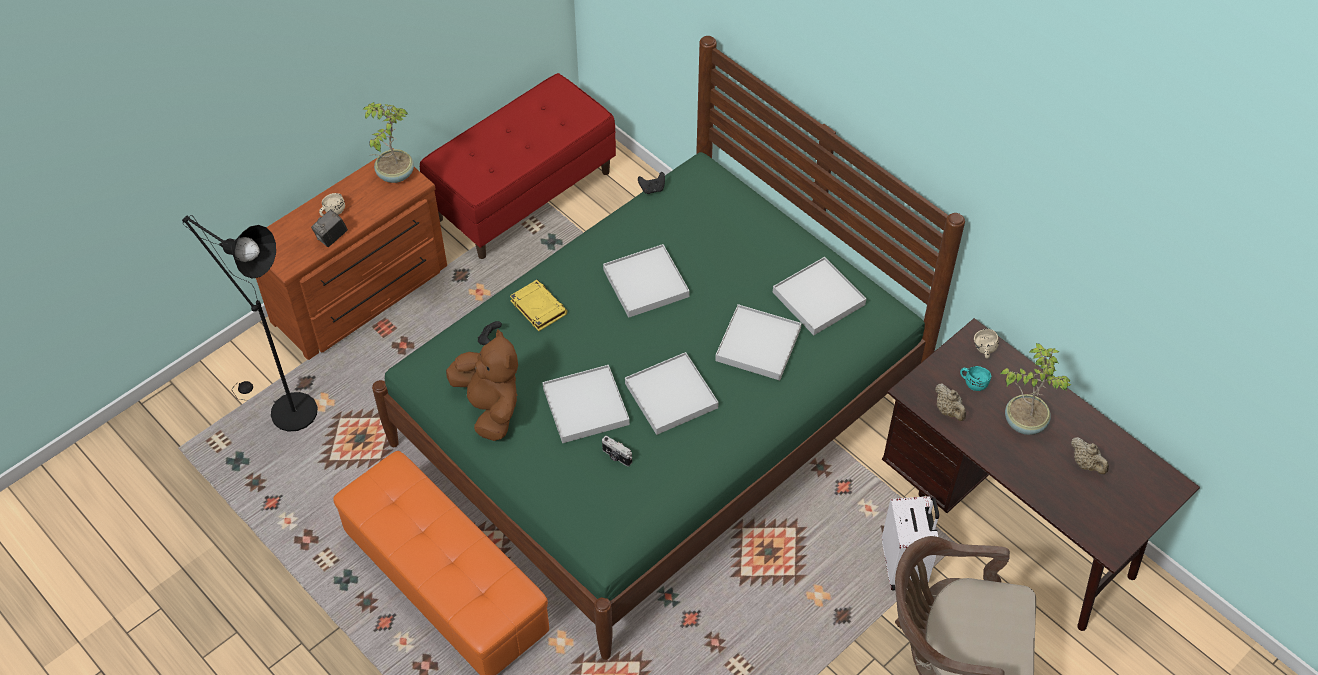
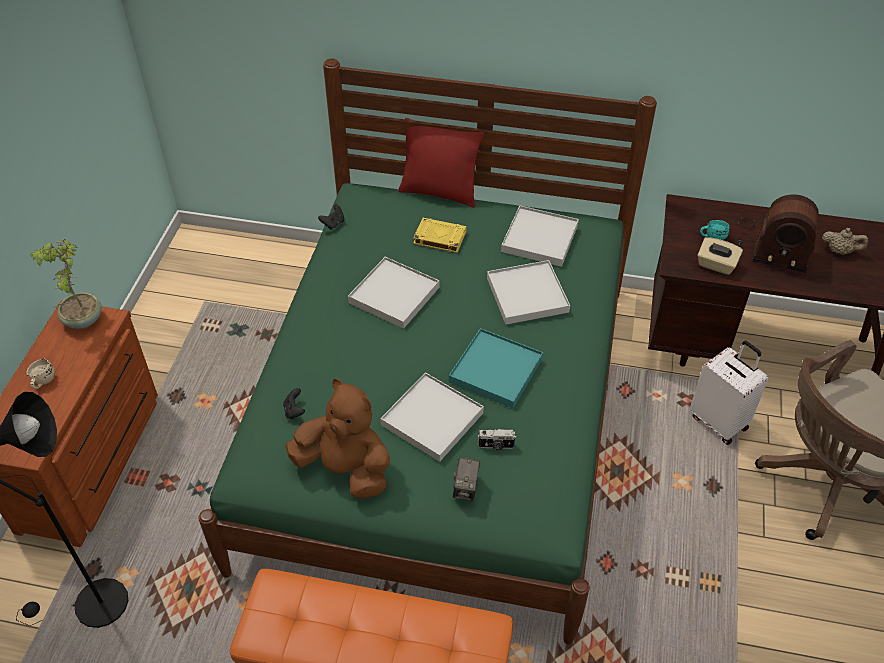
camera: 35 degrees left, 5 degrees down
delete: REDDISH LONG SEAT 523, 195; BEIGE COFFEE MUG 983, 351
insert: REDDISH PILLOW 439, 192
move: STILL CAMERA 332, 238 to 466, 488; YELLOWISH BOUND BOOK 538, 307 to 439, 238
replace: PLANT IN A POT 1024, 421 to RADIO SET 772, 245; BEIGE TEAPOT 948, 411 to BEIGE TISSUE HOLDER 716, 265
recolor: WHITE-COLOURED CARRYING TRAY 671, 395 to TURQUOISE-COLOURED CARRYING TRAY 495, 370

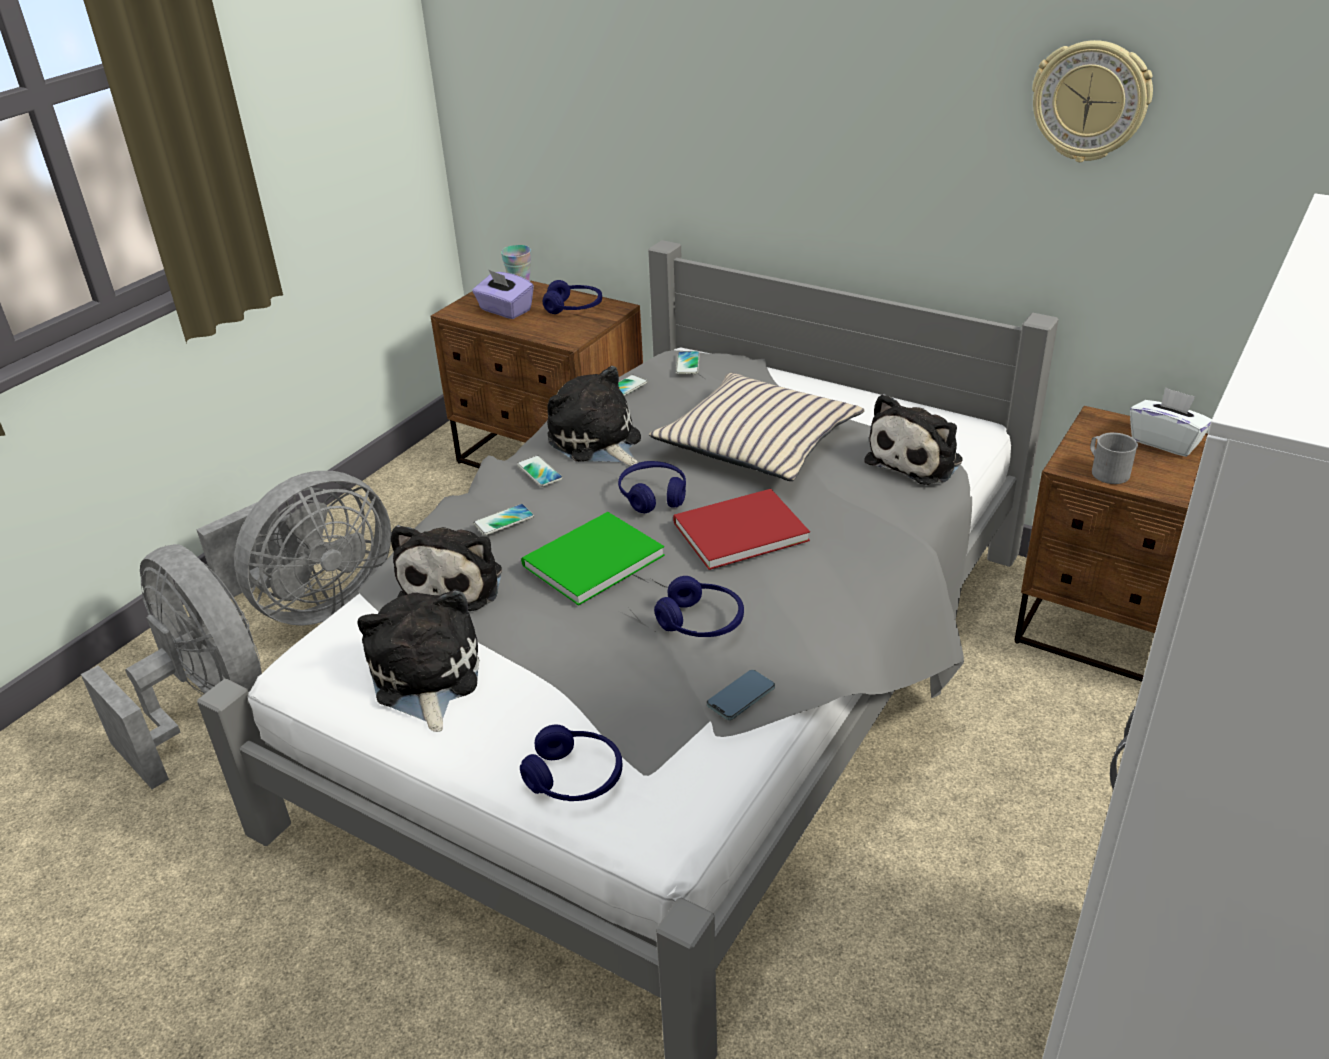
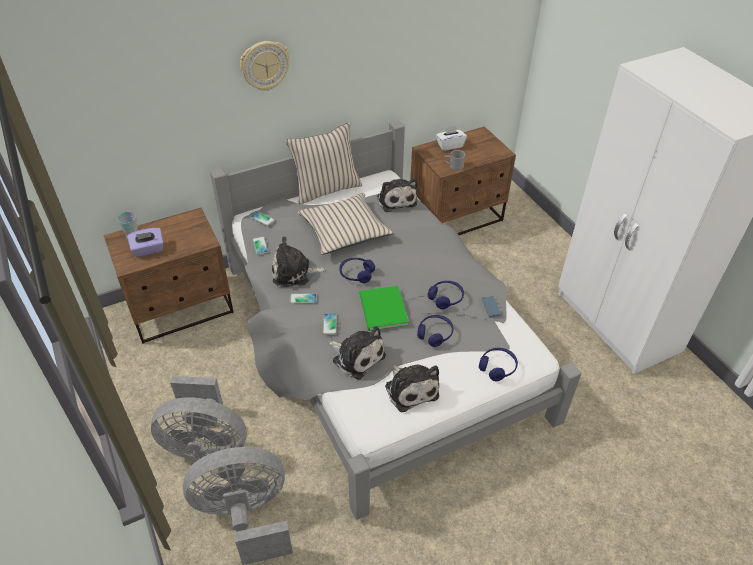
camera: 60 degrees left, 10 degrees up
delete: REDDISH BOUND BOOK 736, 531
insert: BEIGE PILLOW 326, 189
move: HANGING CLOCK 1090, 101 to 264, 65; BLUE HEADSET 574, 308 to 435, 334
rotate: GRAY FAN 315, 605 = 206, 444 105 degrees clockwise; PLUSH TOY 425, 678 = 410, 389 135 degrees counterclockwise

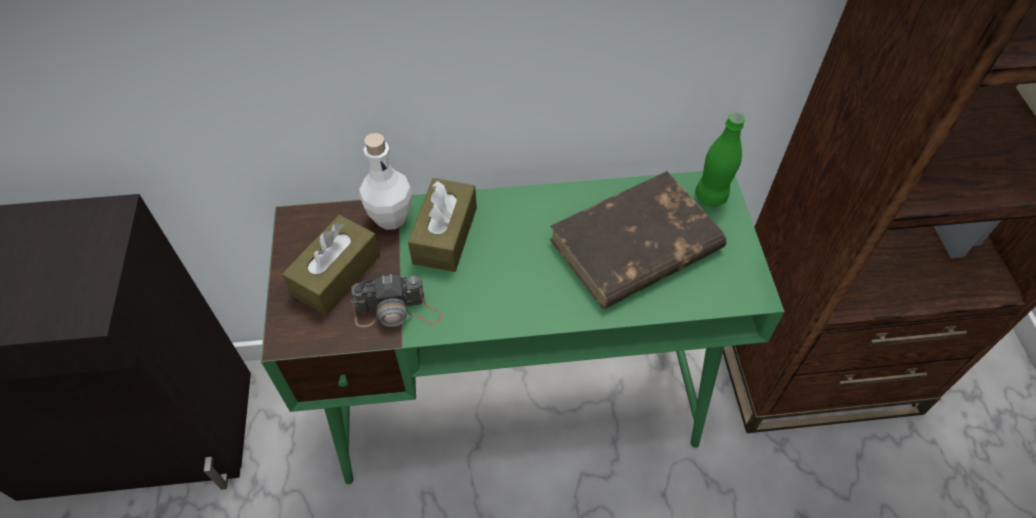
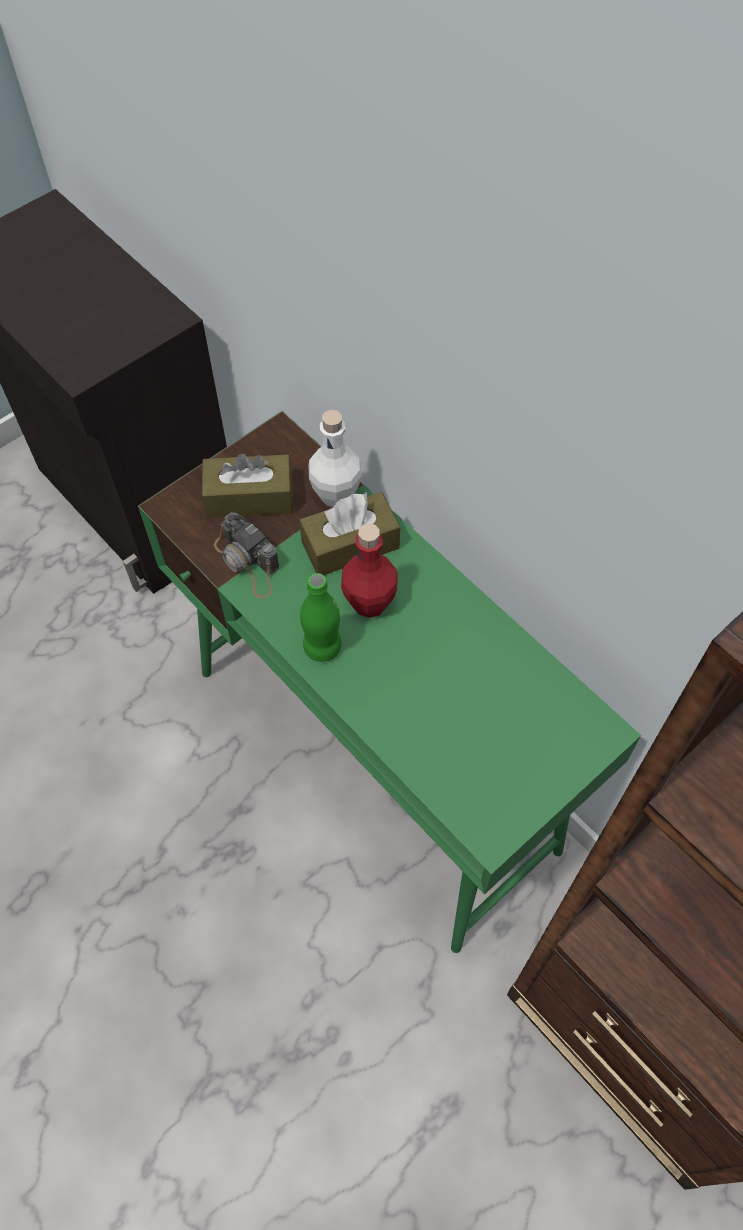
camera: 55 degrees right, 5 degrees up
delete: BROWN BOUND BOOK 634, 246
insert: REDDISH DRINK BOTTLE 369, 602
move: GREEN-COLOURED DRINK BOTTLE 711, 196 to 322, 647

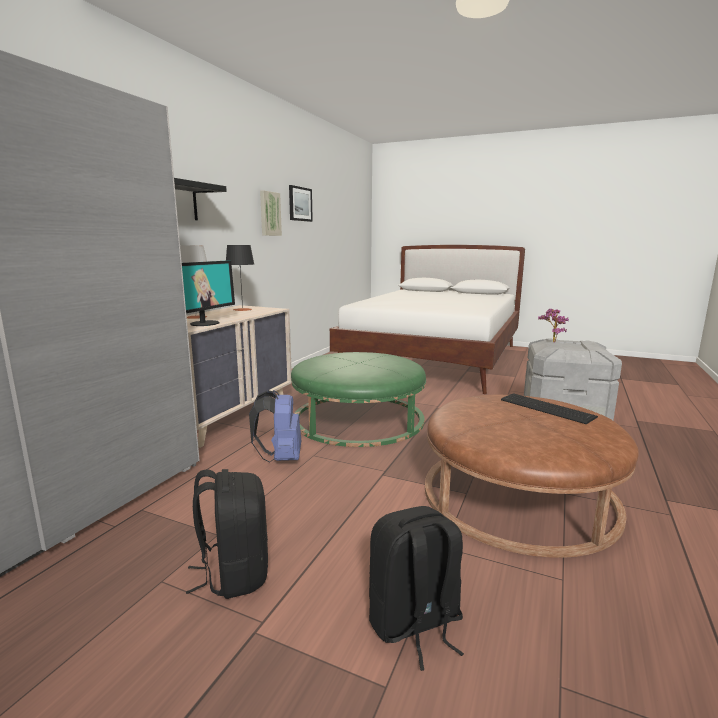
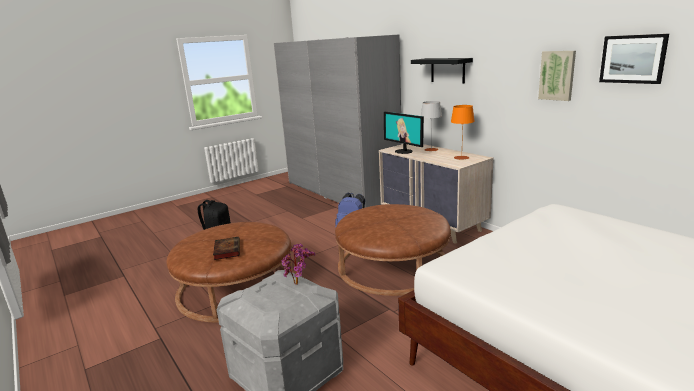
camera: 120 degrees right, 5 degrees up
delete: BLACK-COLOURED BACKPACK 234, 573
replace: KEYBOARD 547, 409 to BOUND BOOK 227, 250
recolor: BLACK-COLOURED LAMP FOR A TABLE 242, 309 to ORANGE-COLOURED LAMP FOR A TABLE 461, 157; GREEN-COLOURED OTTOMAN 358, 418 to BROWN OTTOMAN 393, 265

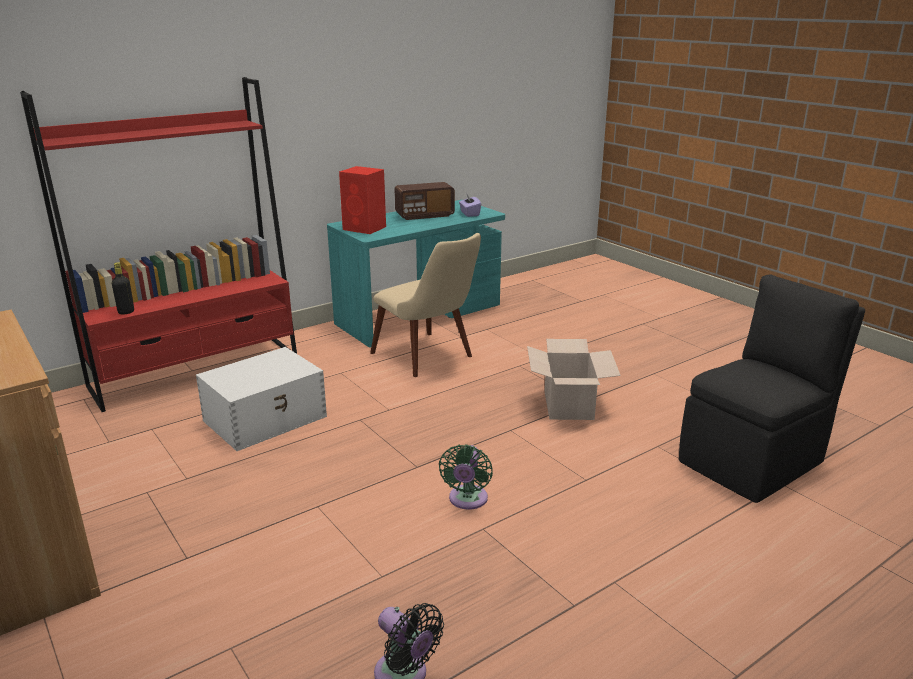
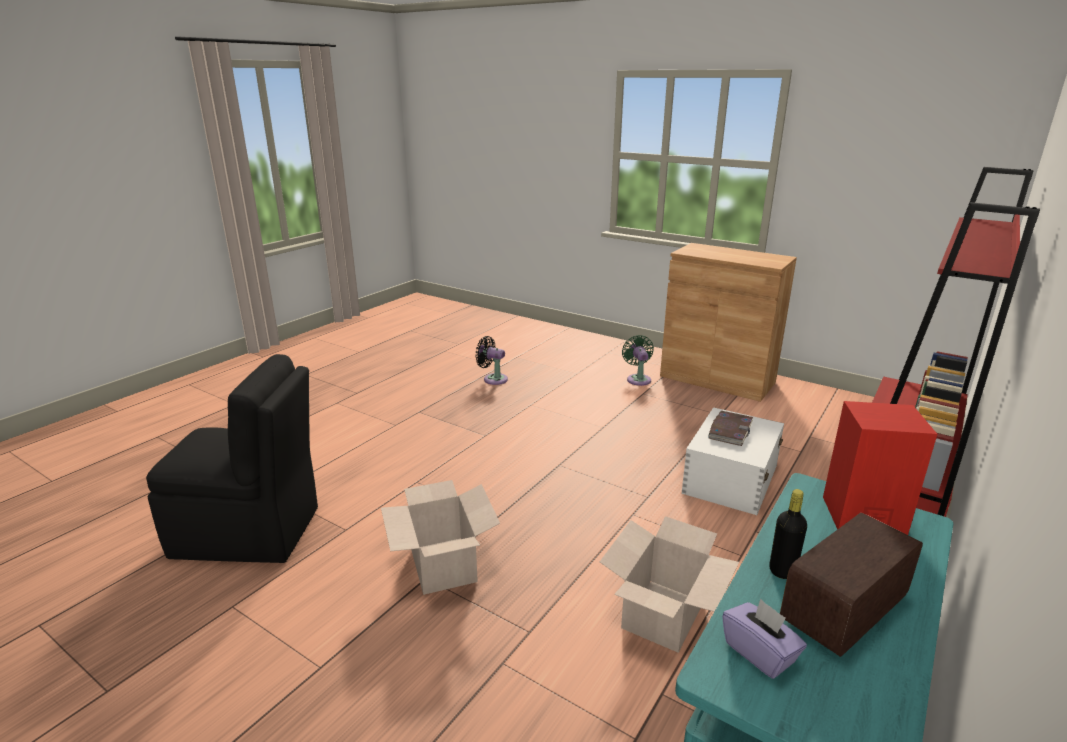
camera: 160 degrees right, 0 degrees up
insert: BOUND BOOK 730, 430
move: BLACK-COLOURED DRINK BOTTLE 126, 312 to 782, 570; GREEN-COLOURED FAN 467, 500 to 638, 379
replace: BEIGE PLAIN CHAIR 430, 358 to CARTON 662, 614
rotate: BLACK-COLOURED PLAIN CHAIR 753, 461 = 250, 532 120 degrees counterclockwise

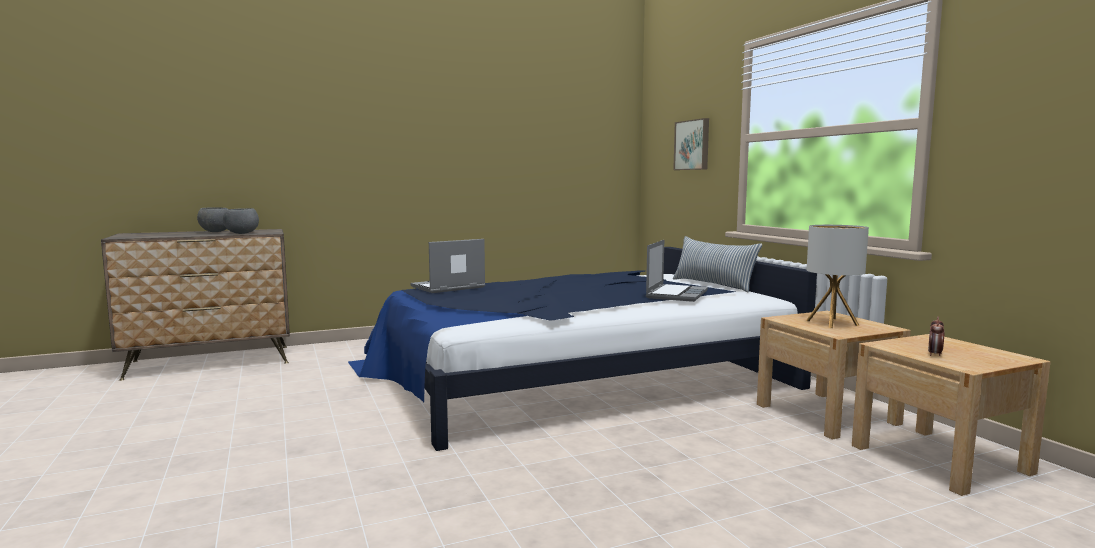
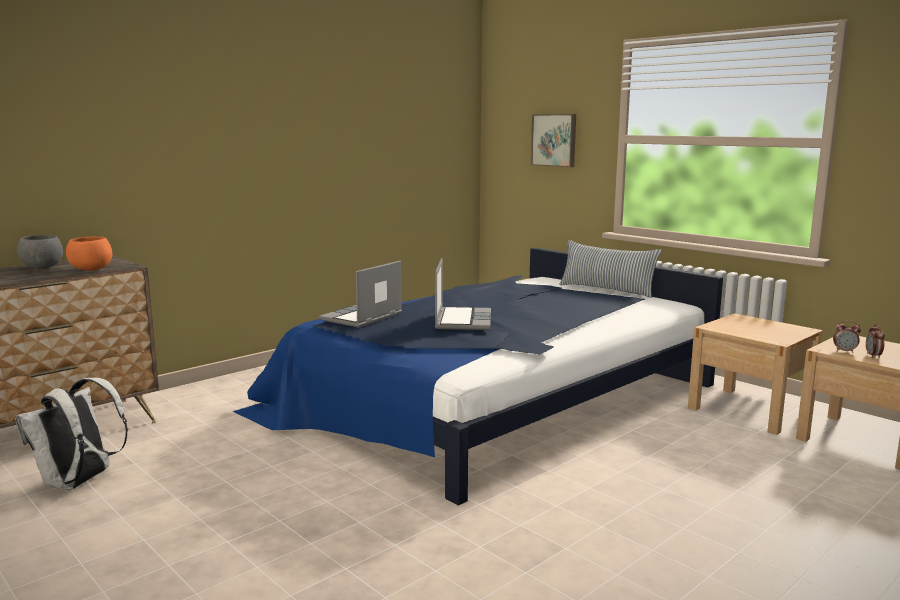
camera: 20 degrees left, 5 degrees up
delete: LAMP FOR A TABLE 832, 323
insert: BEDSIDE CLOCK 844, 351; WHITE-COLOURED BACKPACK 78, 483
move: LAPTOP 676, 294 to 462, 320
recolor: GRAY DEEP DISH 242, 233 to ORANGE-COLOURED DEEP DISH 91, 270

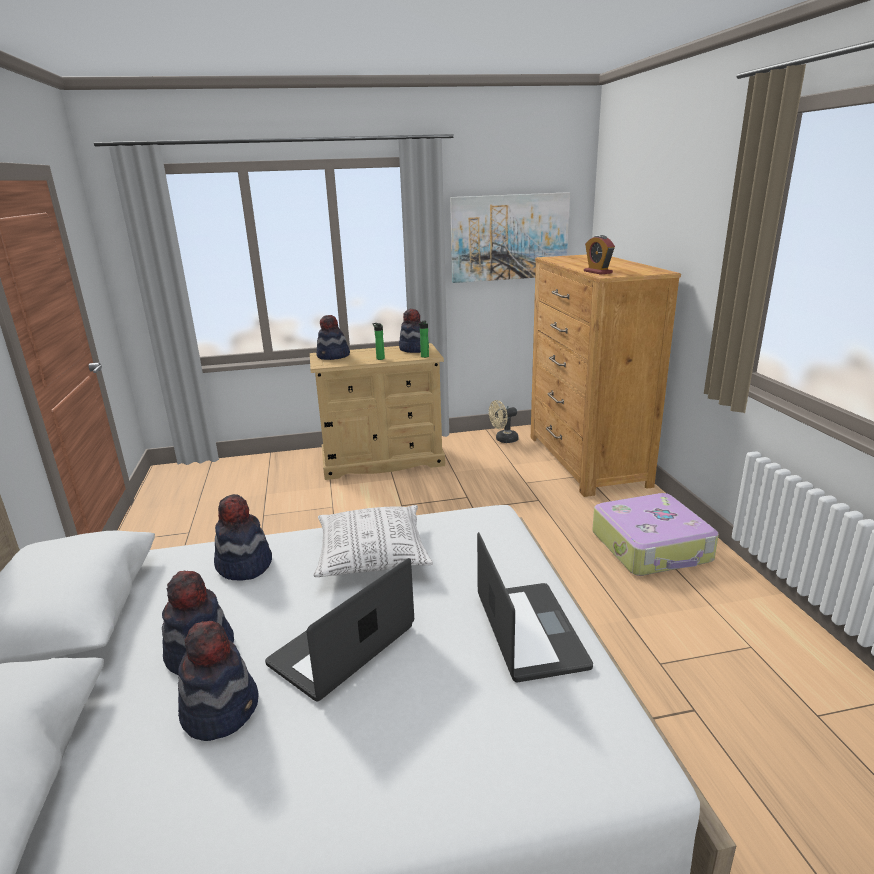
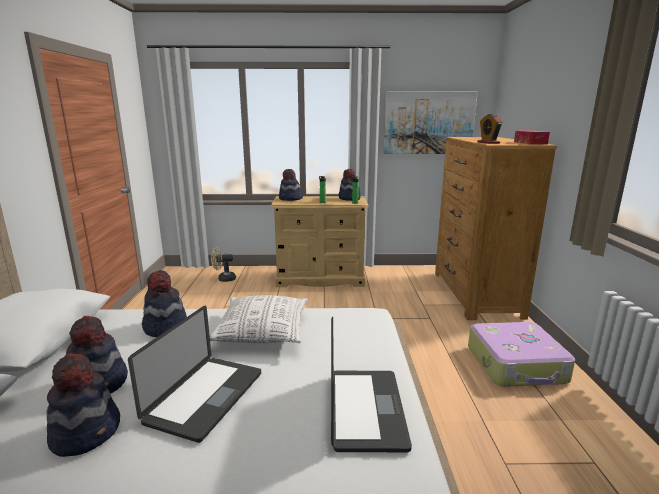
camera: 10 degrees right, 5 degrees down
insert: TISSUE HOLDER 530, 143
move: BEIGE FAN 503, 440 to 224, 279
rotate: LAPTOP 342, 646 = 206, 397 150 degrees clockwise

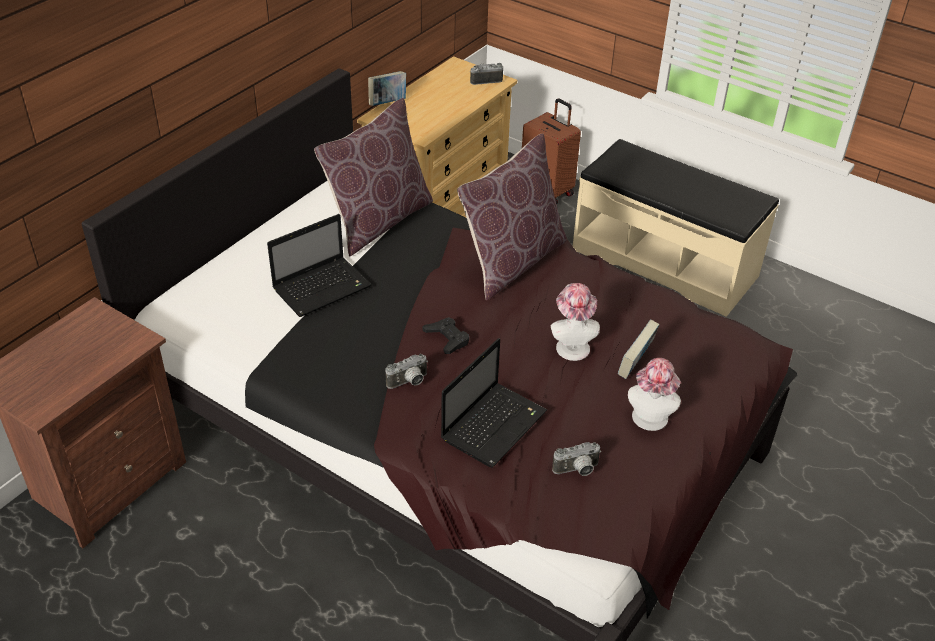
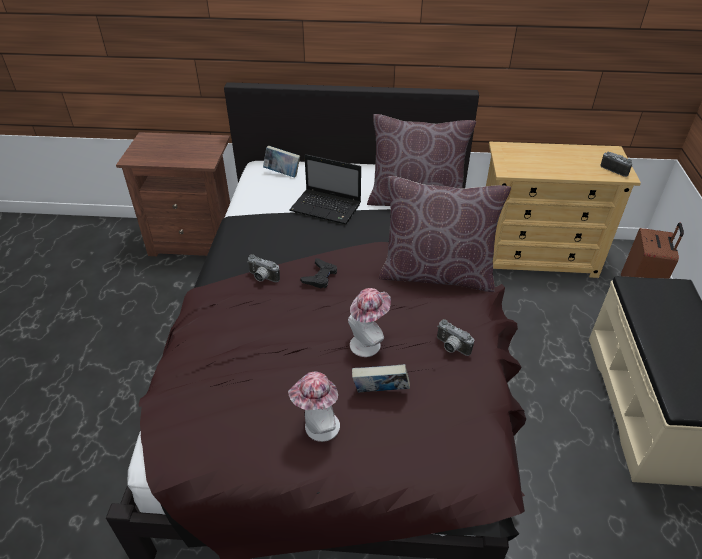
camera: 60 degrees right, 0 degrees up
delete: LAPTOP 494, 424
move: BOUND BOOK 387, 103 to 282, 173; STILL CAMERA 577, 471 to 451, 347

